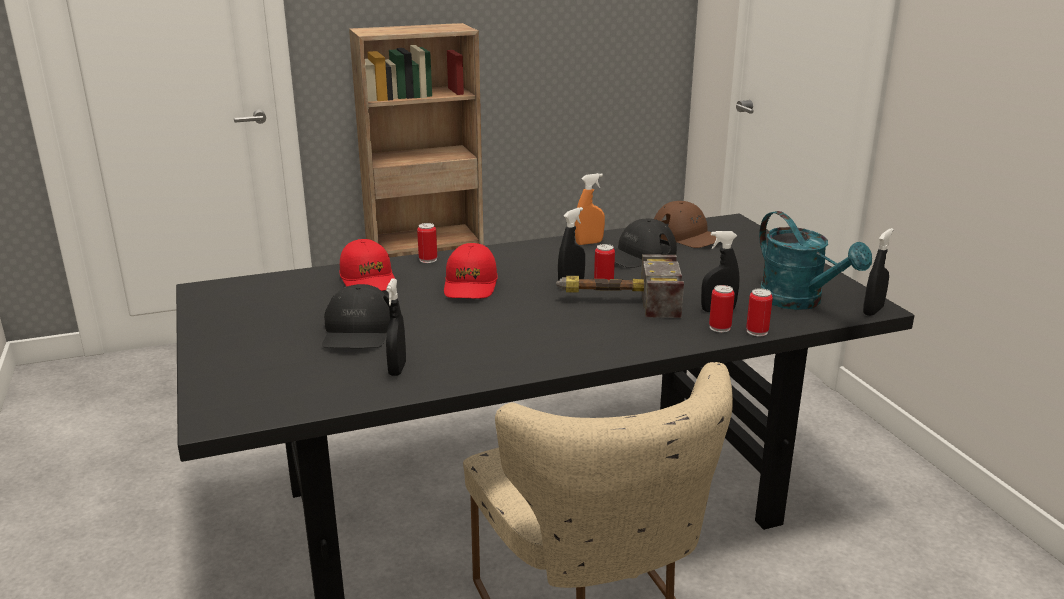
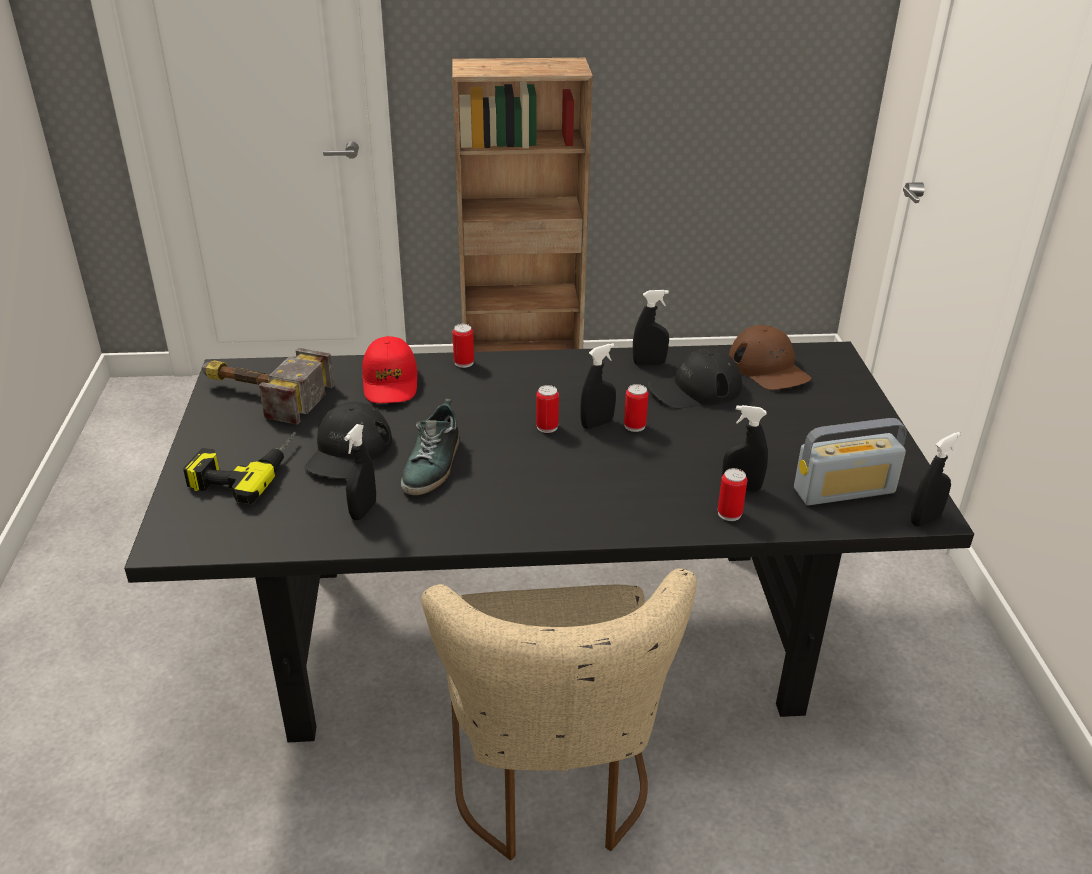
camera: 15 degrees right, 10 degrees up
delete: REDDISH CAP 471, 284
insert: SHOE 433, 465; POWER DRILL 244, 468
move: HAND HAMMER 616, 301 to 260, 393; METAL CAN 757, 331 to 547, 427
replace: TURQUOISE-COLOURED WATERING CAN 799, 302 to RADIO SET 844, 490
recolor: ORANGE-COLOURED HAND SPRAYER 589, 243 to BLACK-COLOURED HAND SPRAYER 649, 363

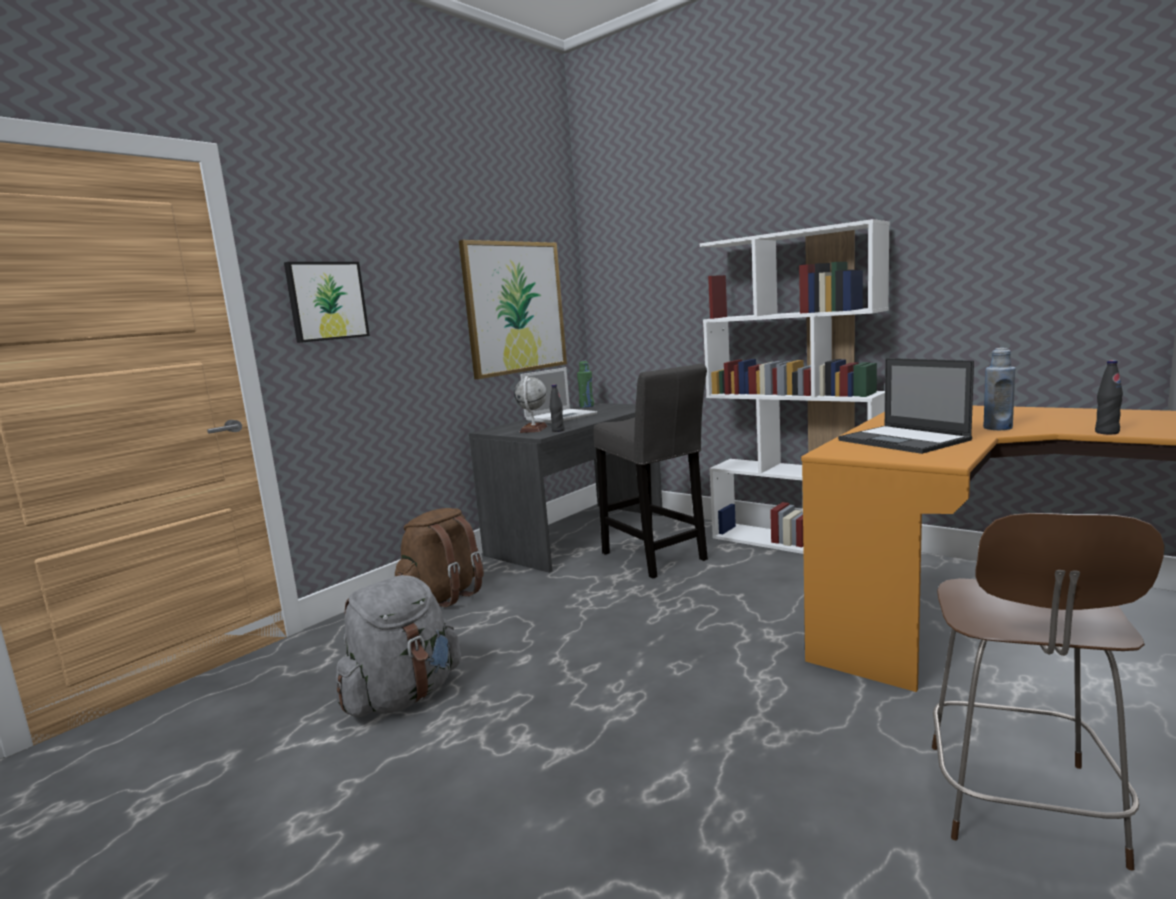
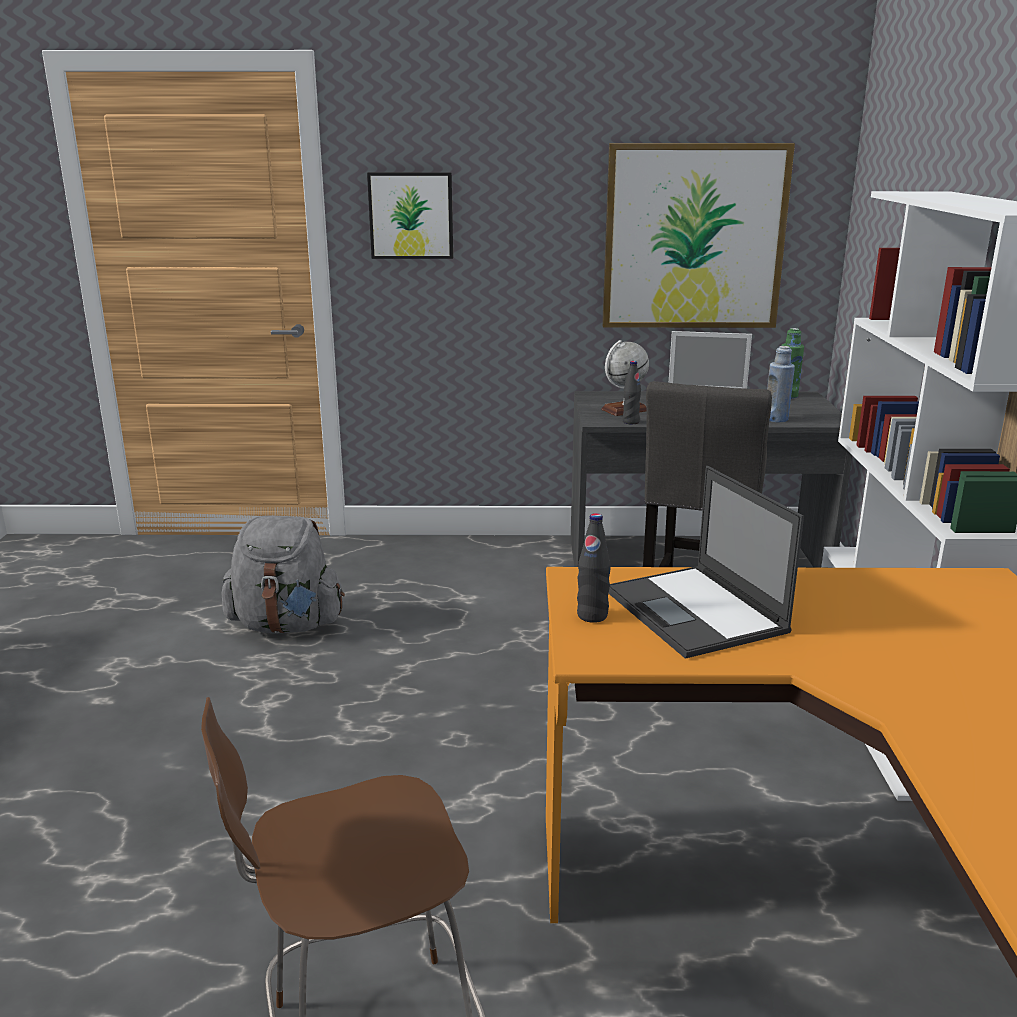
camera: 50 degrees right, 10 degrees up
delete: BROWN BACKPACK 444, 596
move: BLUE DRINK BOTTLE 997, 428 to 776, 419; BLACK-COLOURED DRINK BOTTLE 1107, 432 to 592, 616
rotate: LAPTOP 904, 440 = 696, 612 45 degrees counterclockwise

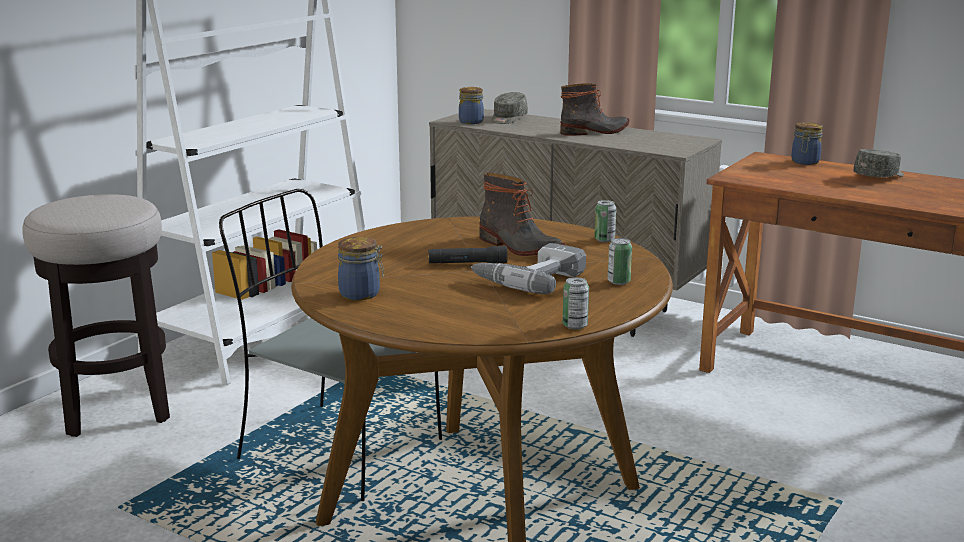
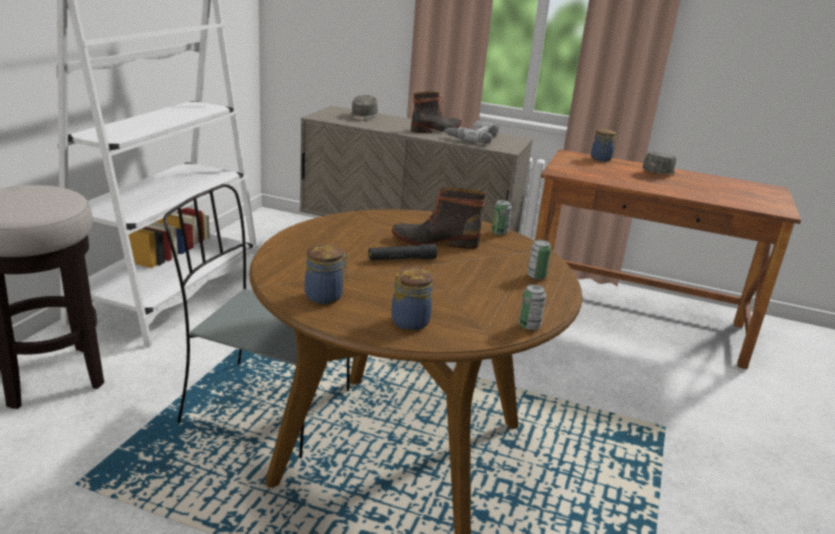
camera: 15 degrees left, 5 degrees up
move: JAR 470, 121 to 409, 321; POWER DRILL 529, 278 to 471, 137
rotate: TALL BOOT 518, 247 = 435, 241 150 degrees clockwise

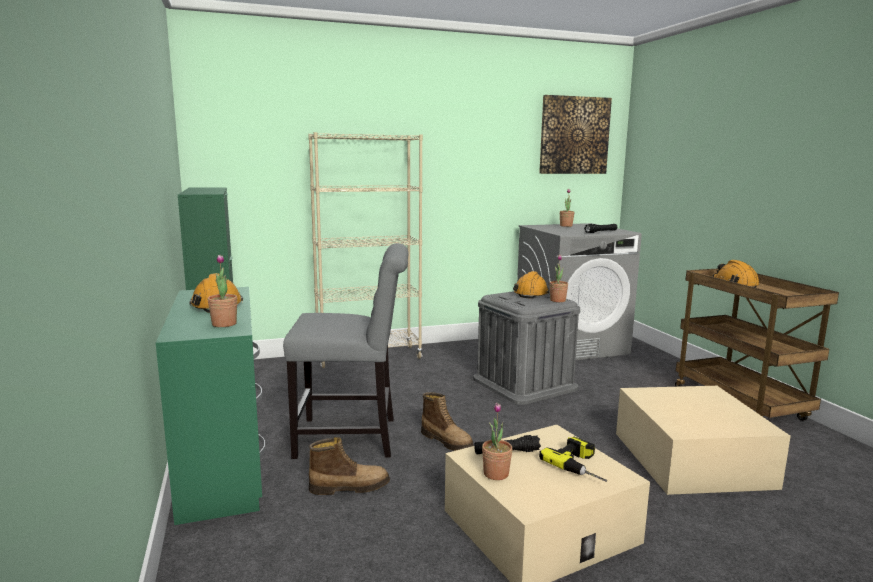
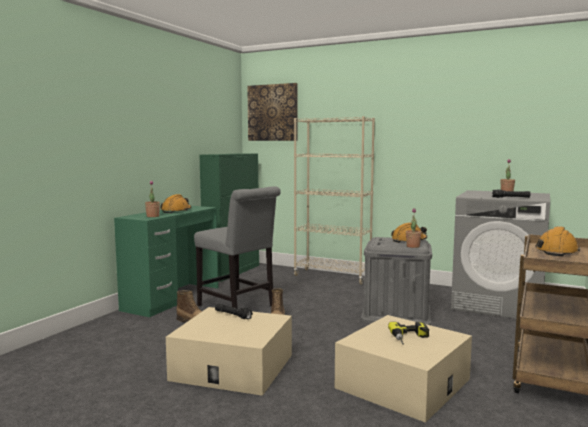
camera: 45 degrees right, 5 degrees down
delete: PLANT IN A POT 496, 474
move: WALL PICTURE 574, 135 to 272, 112; POWER DRILL 582, 466 to 410, 338

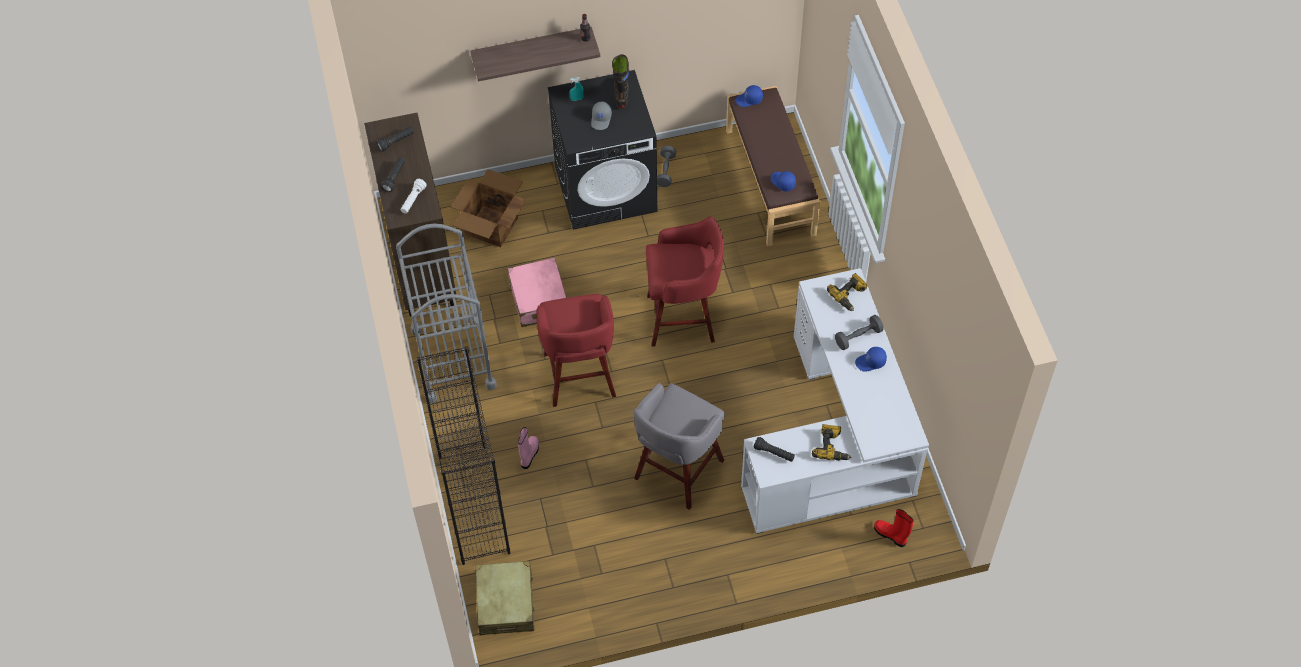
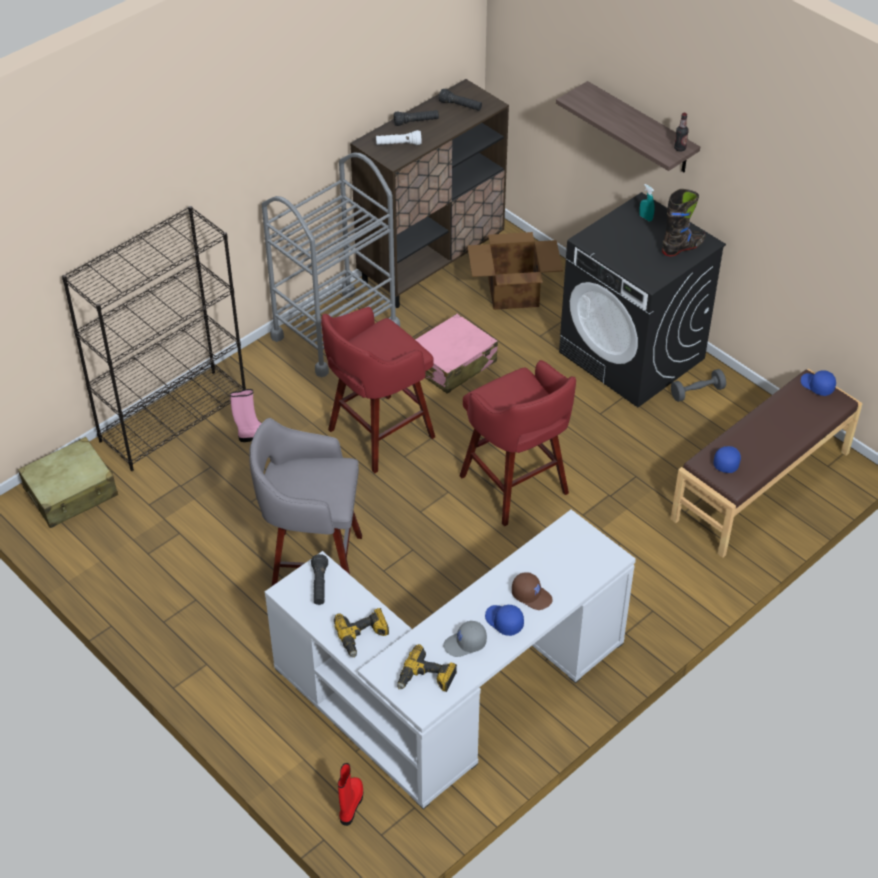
camera: 60 degrees right, 10 degrees down
move: GRAY CAP 601, 119 to 465, 644; POWER DRILL 849, 295 to 426, 679
replace: GRAY FREE WEIGHT 858, 337 to BROWN CAP 532, 595

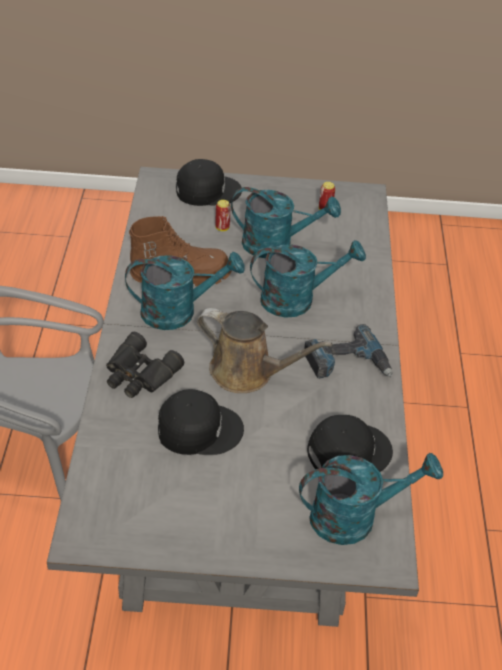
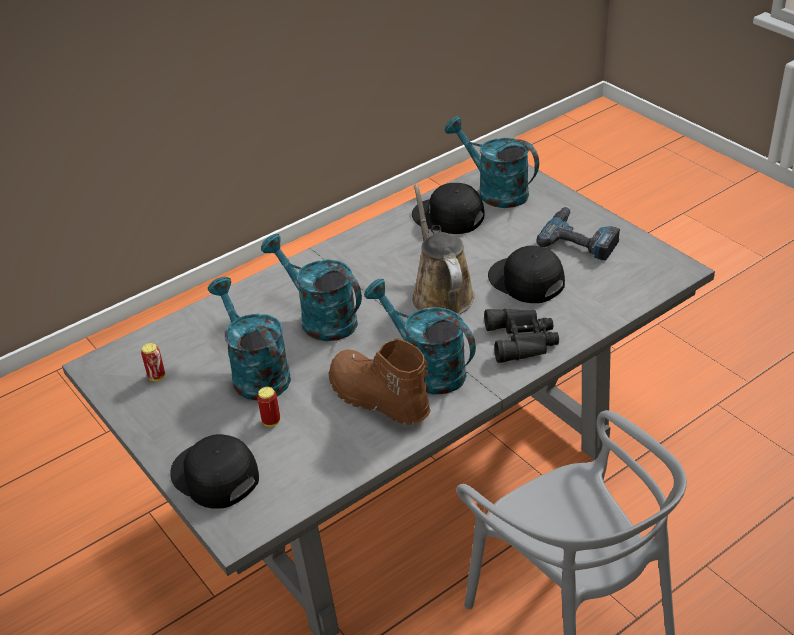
camera: 125 degrees left, 5 degrees down
move: POWER DRILL 347, 363 to 580, 239

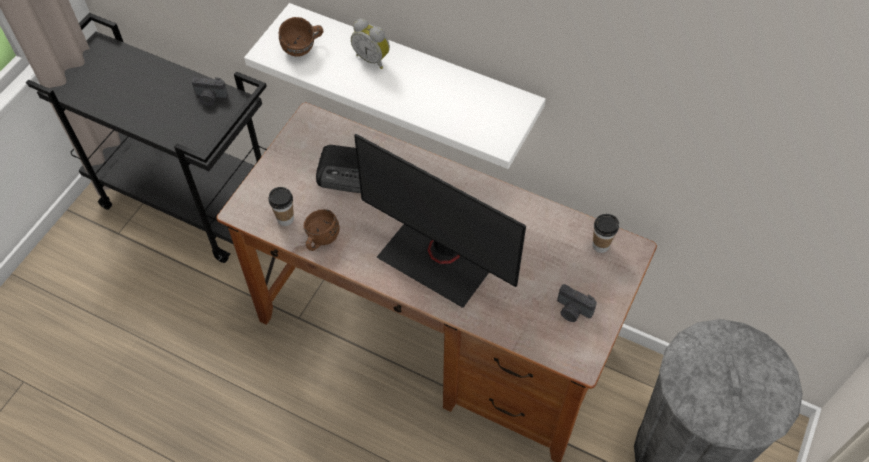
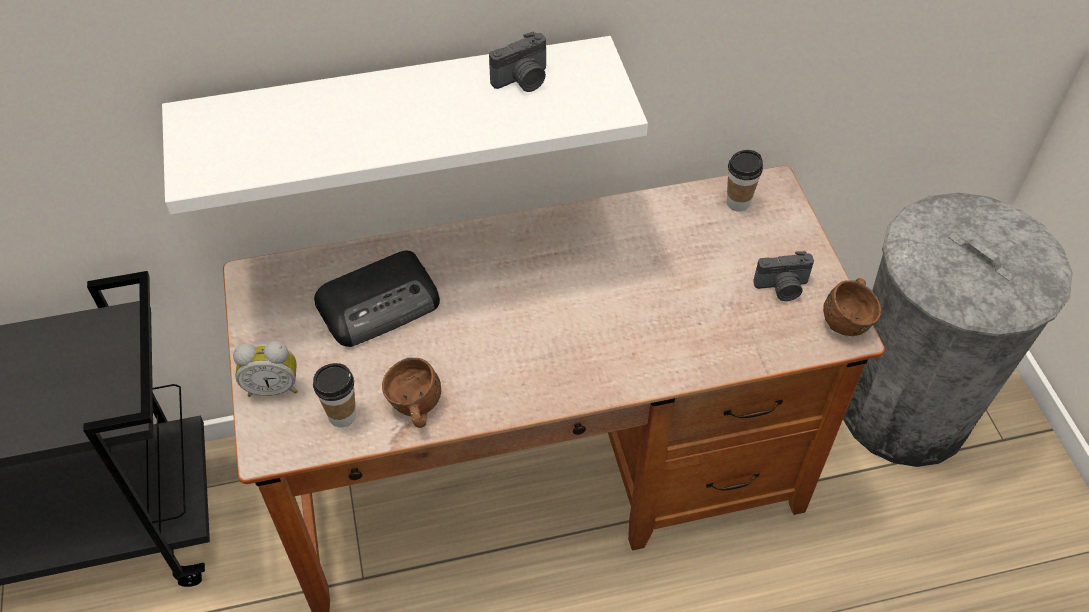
camera: 40 degrees left, 5 degrees down
delete: MONITOR 440, 257
move: BROWN COFFEE MUG 304, 49 to 849, 320; BEDSIDE CLOCK 373, 58 to 273, 387; STILL CAMERA 210, 98 to 523, 80

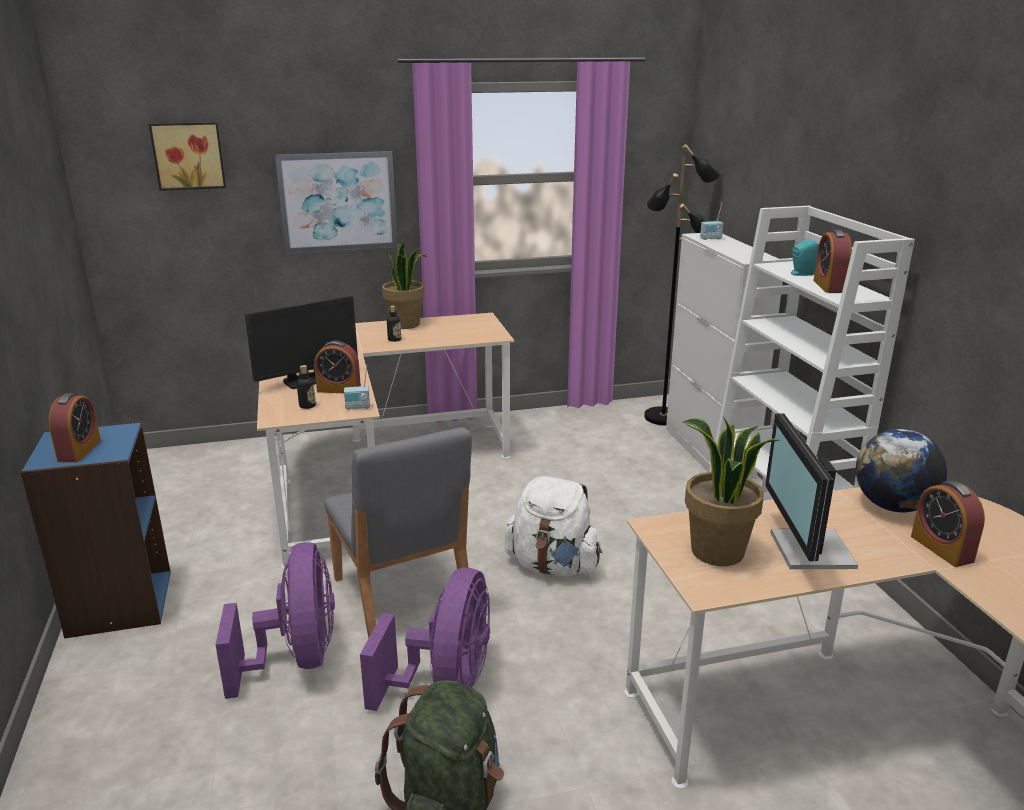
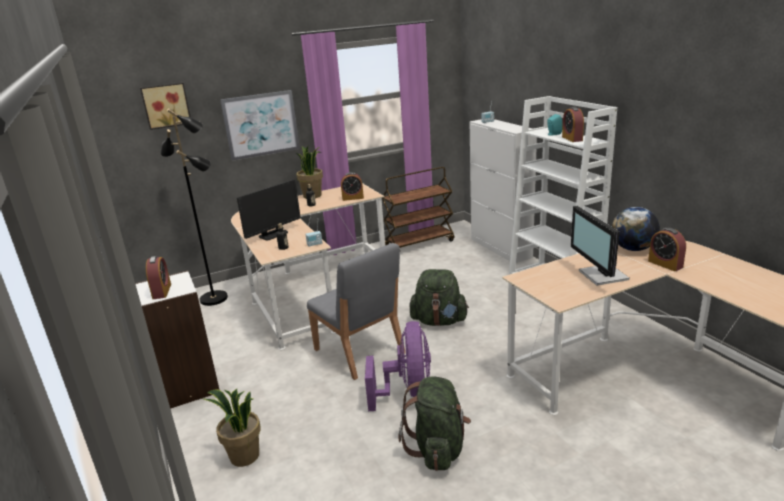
camera: 10 degrees left, 0 degrees up
delete: PURPLISH FAN 296, 658
insert: BROWN WHEELED CART 419, 243
move: BLACK-COLOURED STANDARD LAMP 663, 417 to 214, 298; BEDSIDE CLOCK 339, 389 to 353, 198; PLANT IN A POT 717, 552 to 244, 456
recolor: BLUE SHELVING UNIT 119, 603 to WHITE-COLOURED SHELVING UNIT 187, 386; WHITE-COLOURED BACKPACK 553, 565 to GREEN-COLOURED BACKPACK 439, 321

